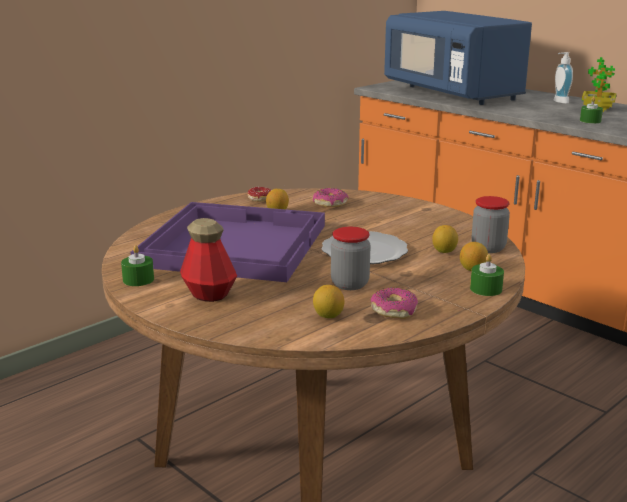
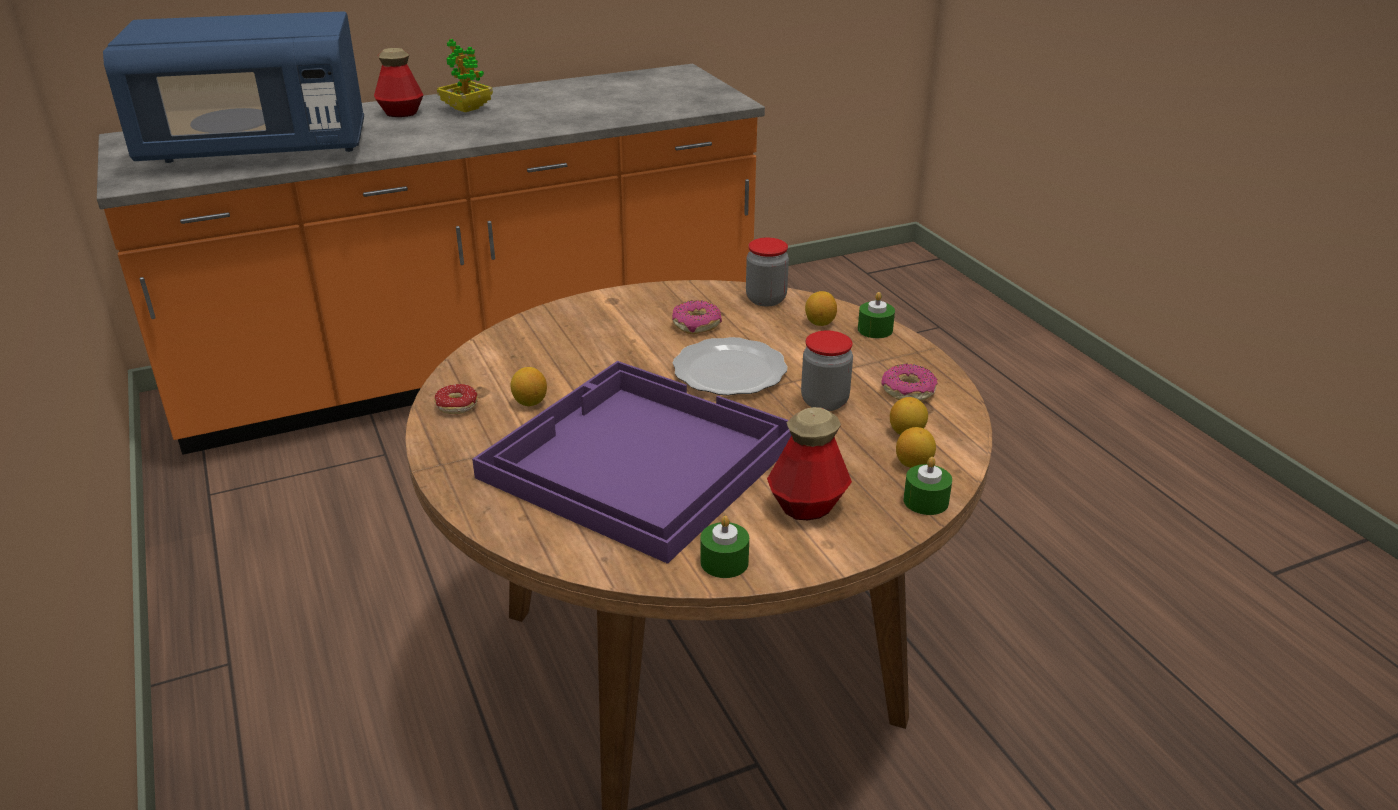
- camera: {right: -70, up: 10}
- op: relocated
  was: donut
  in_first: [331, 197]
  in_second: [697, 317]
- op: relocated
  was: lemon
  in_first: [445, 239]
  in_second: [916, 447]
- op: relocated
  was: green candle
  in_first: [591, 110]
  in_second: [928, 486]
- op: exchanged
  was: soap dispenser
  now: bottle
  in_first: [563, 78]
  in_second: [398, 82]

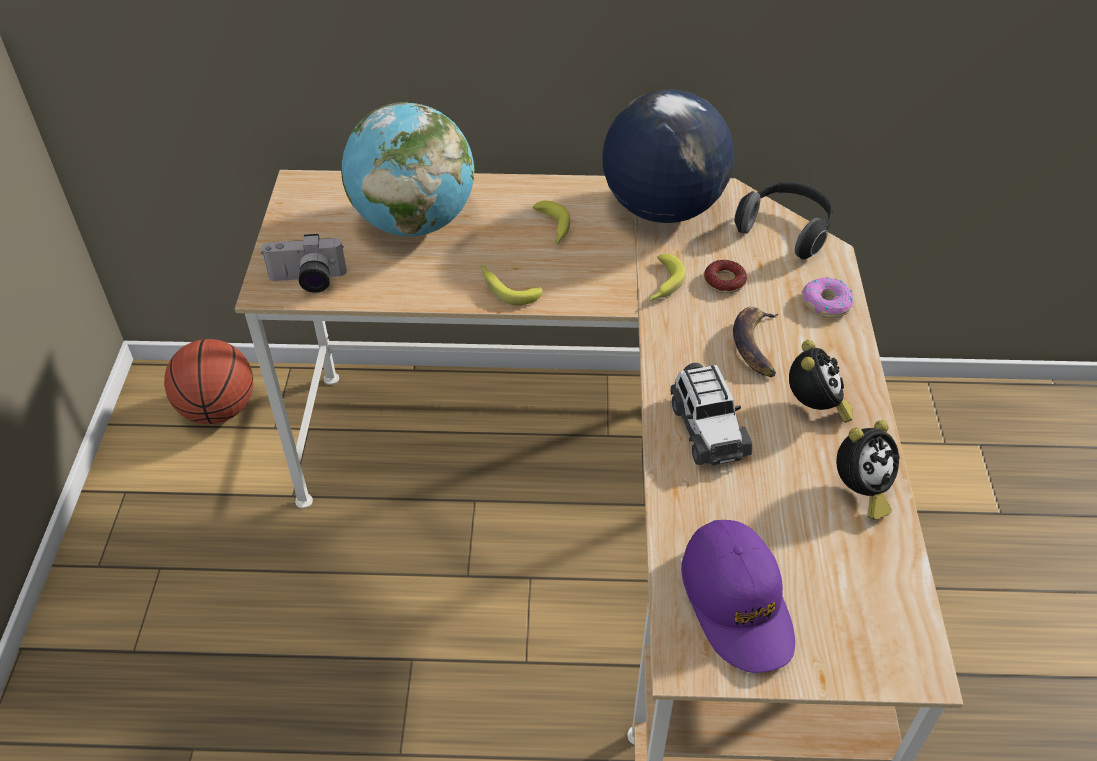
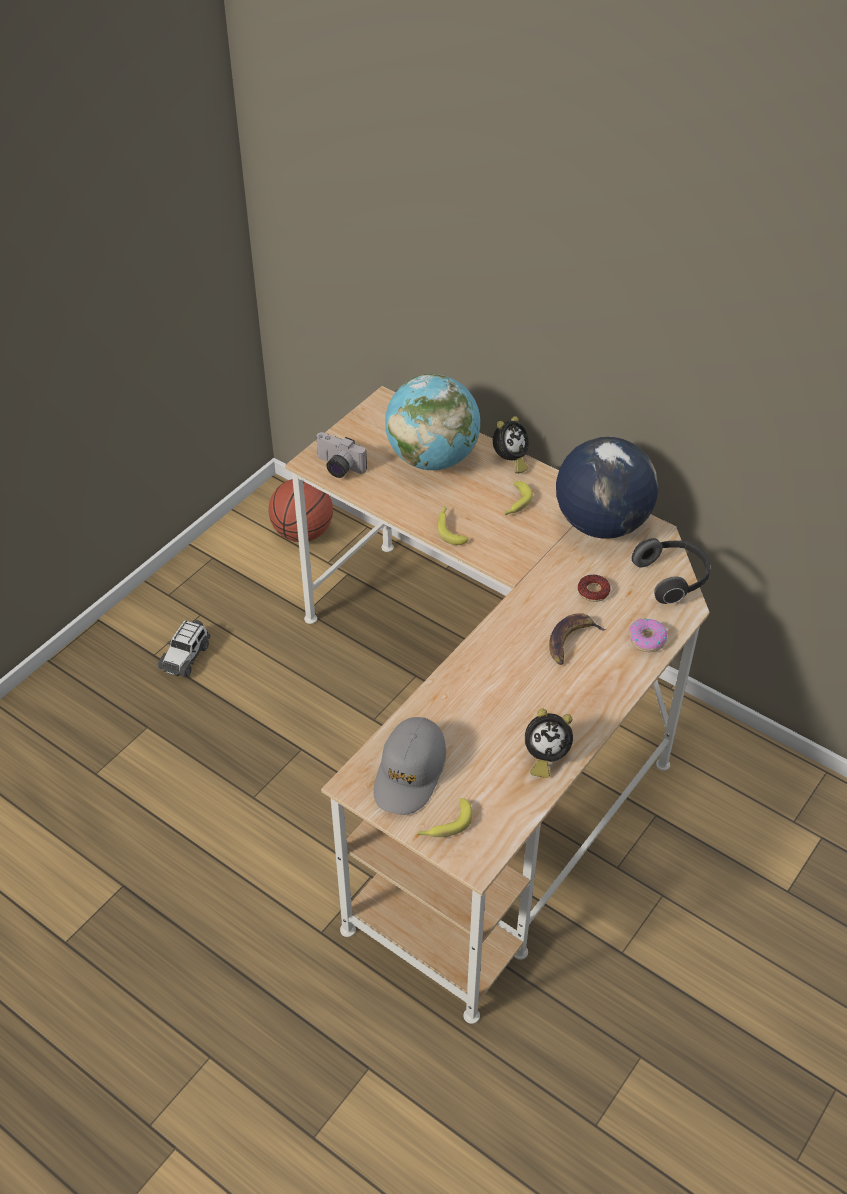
- camera: {right: 35, up: 0}
- op: relocated
  was: banana
  in_first: [668, 277]
  in_second: [444, 817]
- op: relocated
  was: toy car
  in_first: [711, 414]
  in_second: [184, 648]
- op: relocated
  was: alarm clock
  in_first: [821, 381]
  in_second: [511, 445]
- op: colour
  was: purple cap
  now: grey cap
  in_first: [738, 596]
  in_second: [409, 766]

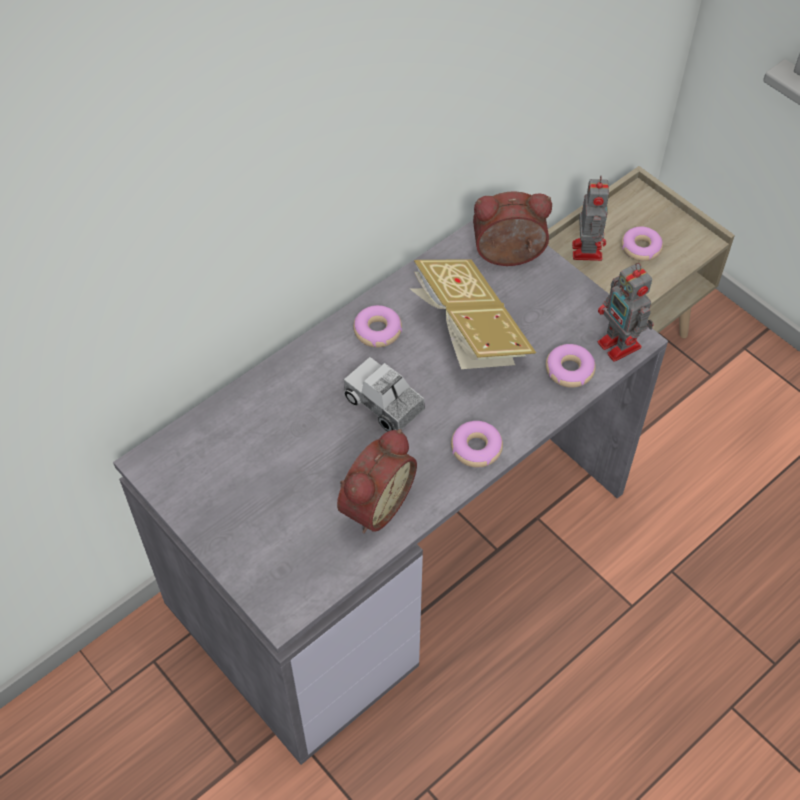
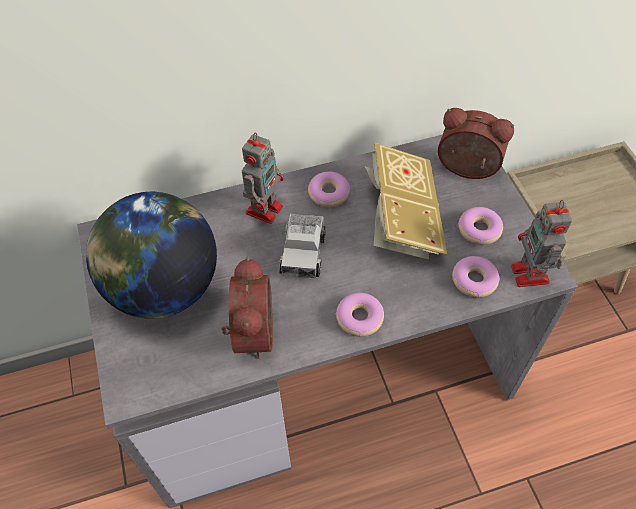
- camera: {right: 25, up: 0}
- op: appeared
  now: globe
  in_second: [151, 255]
- op: relocated
  was: toy robot
  in_first: [590, 218]
  in_second: [263, 178]
- op: relocated
  was: donut
  in_first: [642, 243]
  in_second: [480, 226]
- op: spun
  was: alarm clock
  in_first: [377, 481]
  in_second: [247, 308]
  clockwise: -60
- op: spun
  was: toy truck
  in_first: [384, 394]
  in_second: [302, 246]
  clockwise: -150

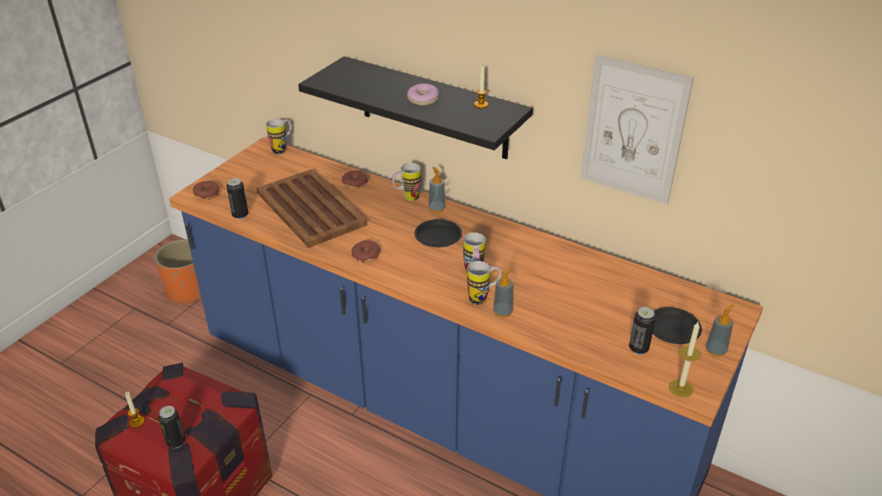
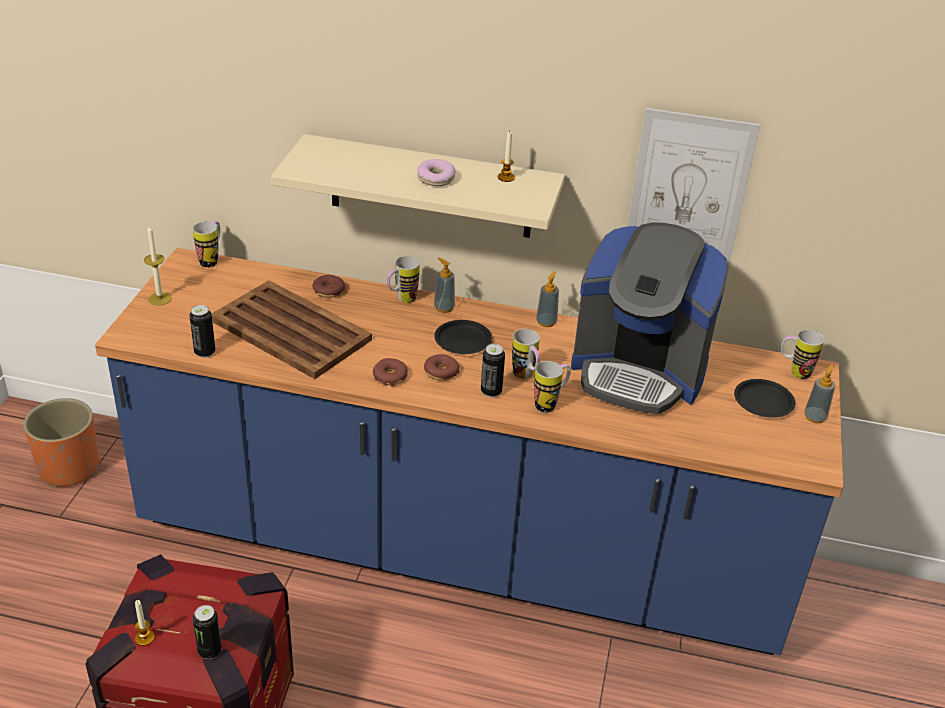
- camera: {right: -20, up: 0}
- op: appeared
  now: coffee machine
  in_second: [650, 318]
- op: appeared
  now: mug
  in_second: [802, 354]
- op: relocated
  was: donut
  in_first: [206, 190]
  in_second: [441, 367]
- op: relocated
  was: soap dispenser
  in_first: [503, 292]
  in_second: [547, 299]
- op: relocated
  was: can
  in_first: [642, 331]
  in_second: [493, 370]
- op: relocated
  was: candle
  in_first: [685, 360]
  in_second: [158, 265]
- op: colour
  was: black shelf
  now: beige shelf
  in_first: [415, 107]
  in_second: [418, 186]

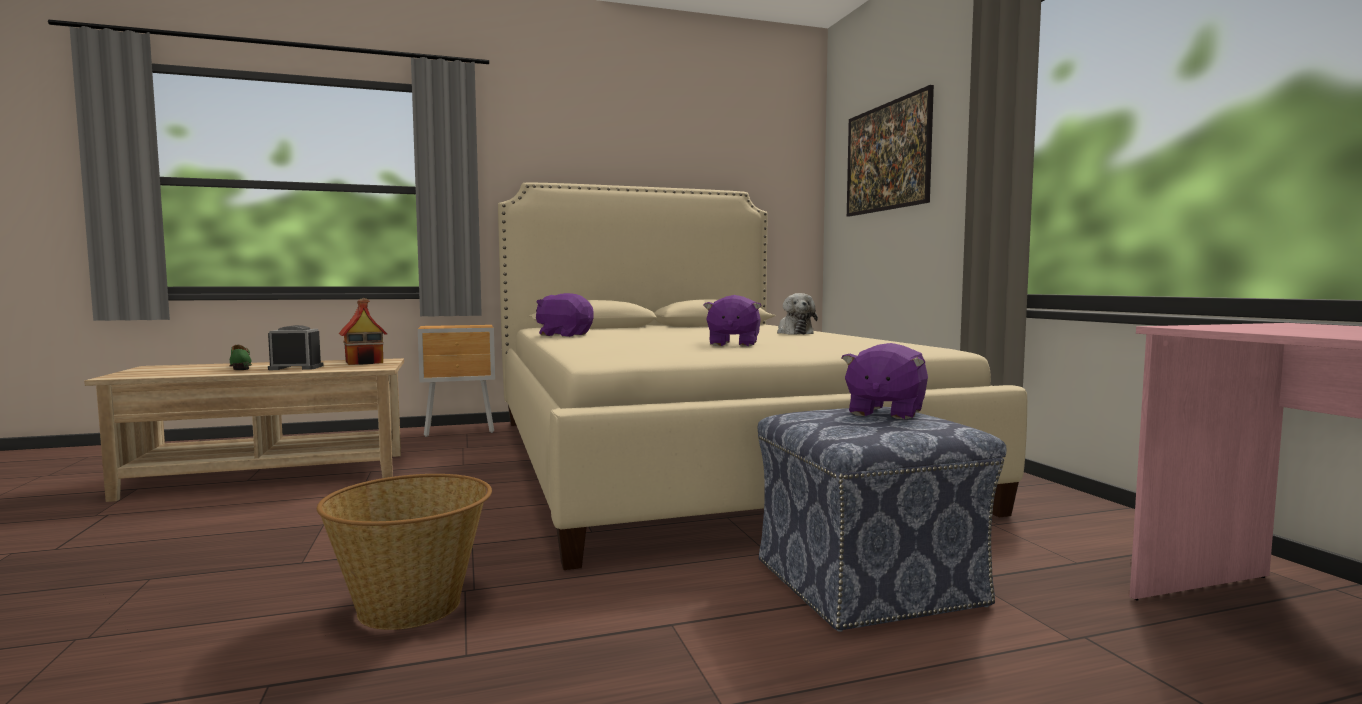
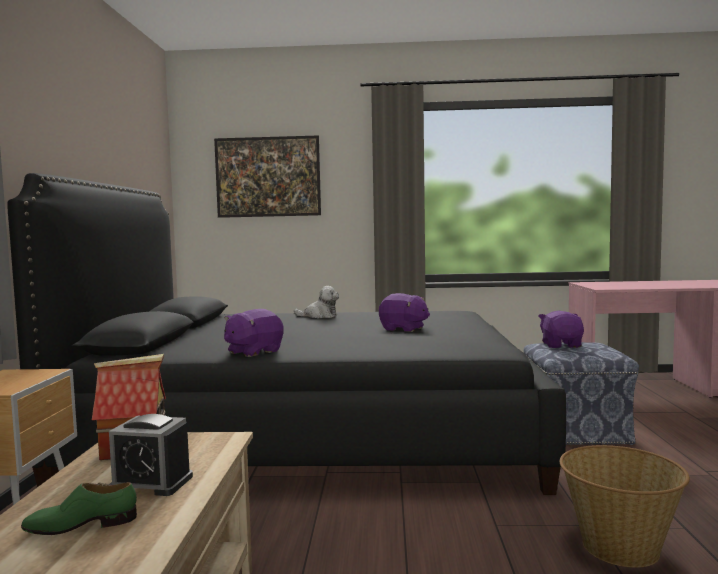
- camera: {right: -70, up: 0}
- op: colour
  was: beige bed
  now: black bed
  in_first: [762, 376]
  in_second: [286, 334]
- op: spun
  was: alarm clock
  in_first: [295, 347]
  in_second: [151, 455]
  clockwise: -90
- op: spun
  was: purple plush toy
  in_first: [885, 381]
  in_second: [561, 329]
  clockwise: -135

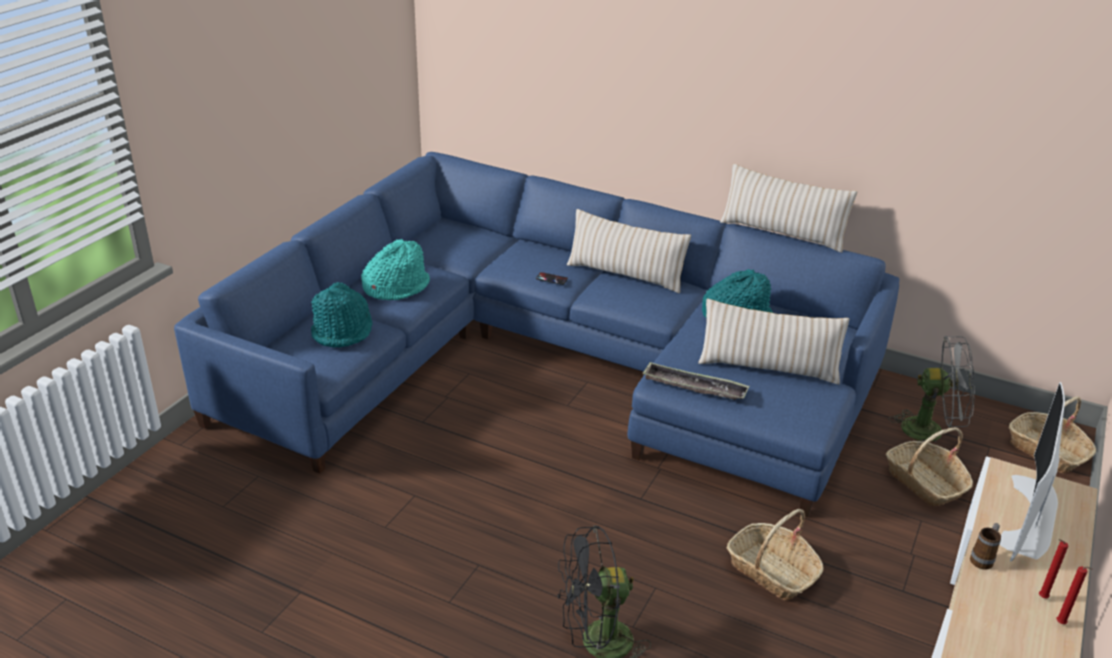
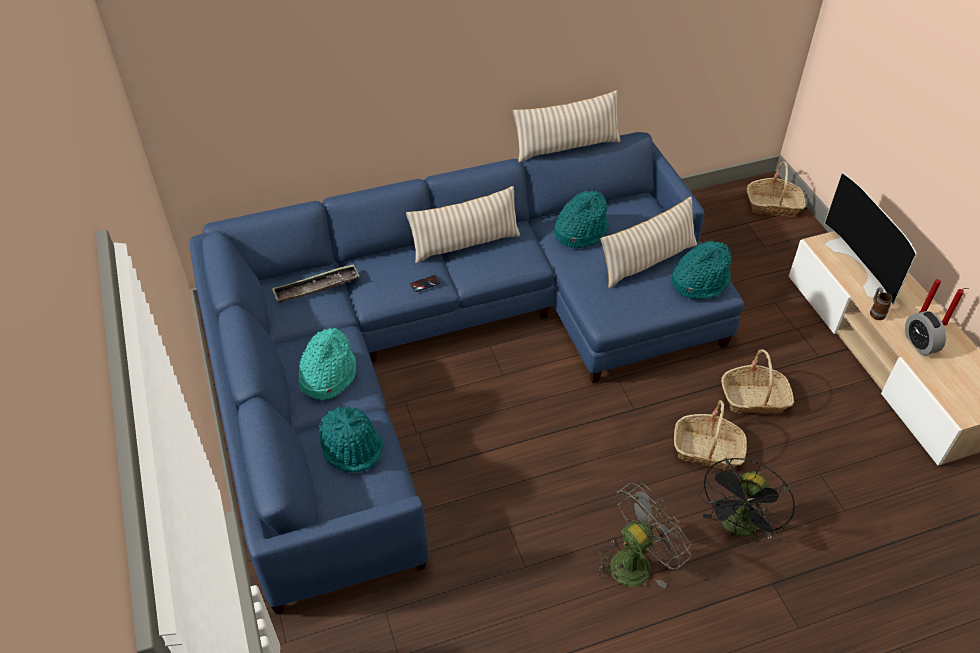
- camera: {right: -45, up: 15}
- op: appeared
  now: turquoise hat
  in_second: [701, 270]
- op: appeared
  now: alarm clock
  in_second: [925, 333]
- op: relocated
  was: tray
  in_first: [696, 381]
  in_second: [315, 283]
- op: relocated
  was: basket
  in_first: [929, 467]
  in_second: [710, 435]
- op: relocated
  was: grey fan
  in_first: [931, 389]
  in_second: [644, 535]

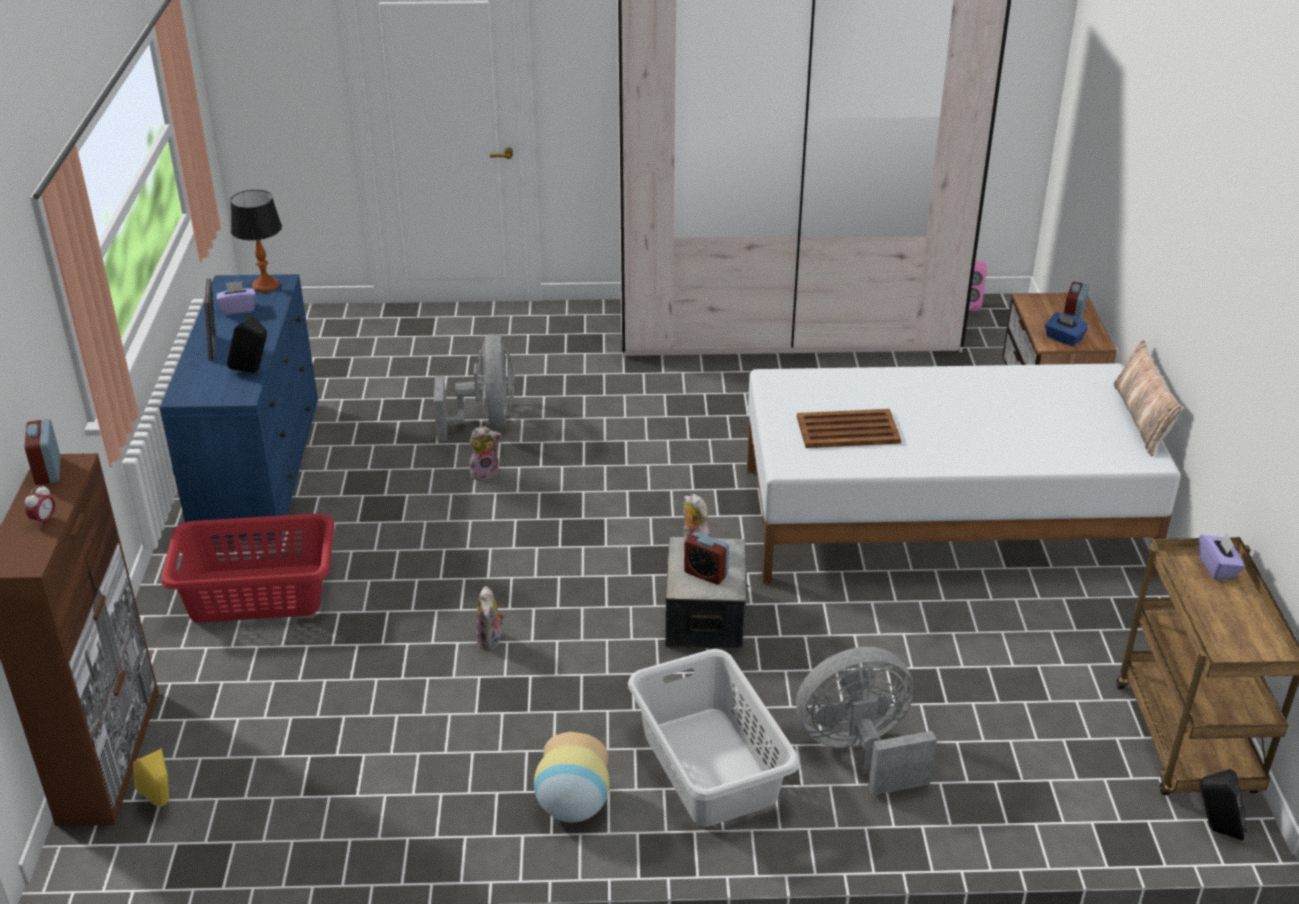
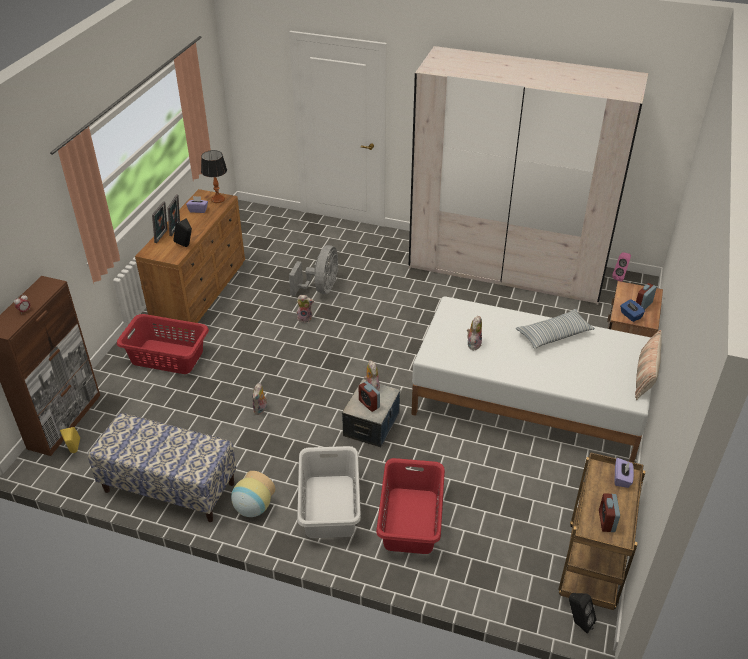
- camera: {right: 20, up: 5}
- op: appeared
  now: bench
  in_second: [162, 467]
- op: appeared
  now: picture frame
  in_second: [160, 222]
- op: appeared
  now: pillow
  in_second: [555, 329]
- op: relocated
  was: alarm clock
  in_first: [42, 452]
  in_second: [609, 512]
- op: exchanged
  was: grey fan
  now: red laundry basket
  in_first: [866, 721]
  in_second: [410, 506]
- op: exchanged
  was: brown tray
  now: plush toy
  in_first: [849, 428]
  in_second: [474, 333]
- op: colour
  was: blue dresser
  now: brown dresser
  in_first: [239, 407]
  in_second: [190, 260]

